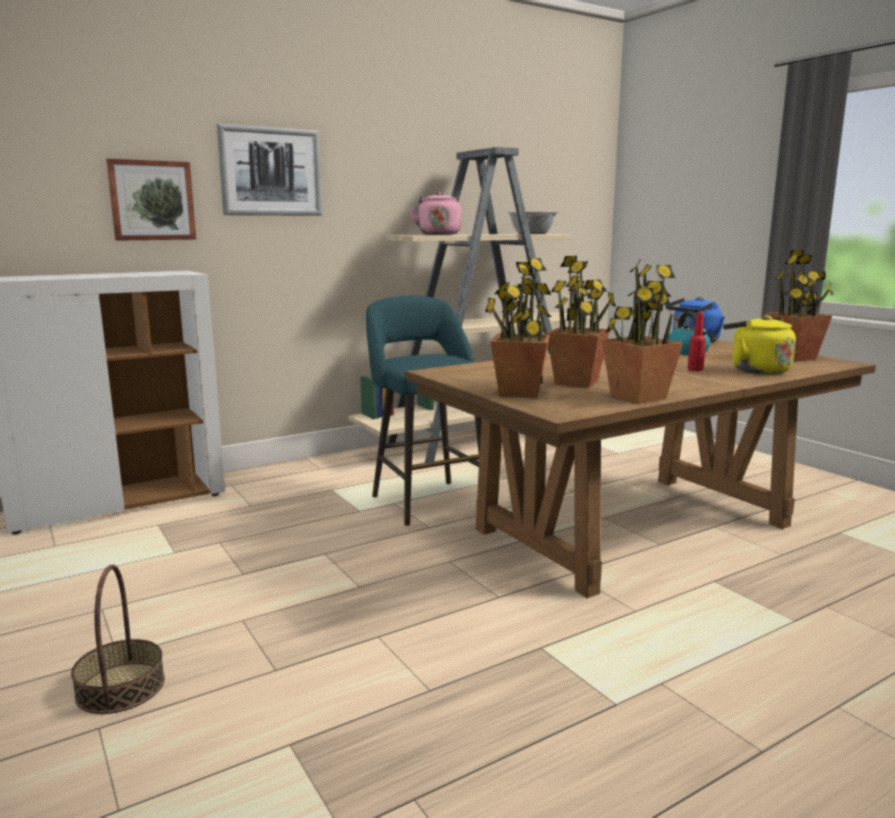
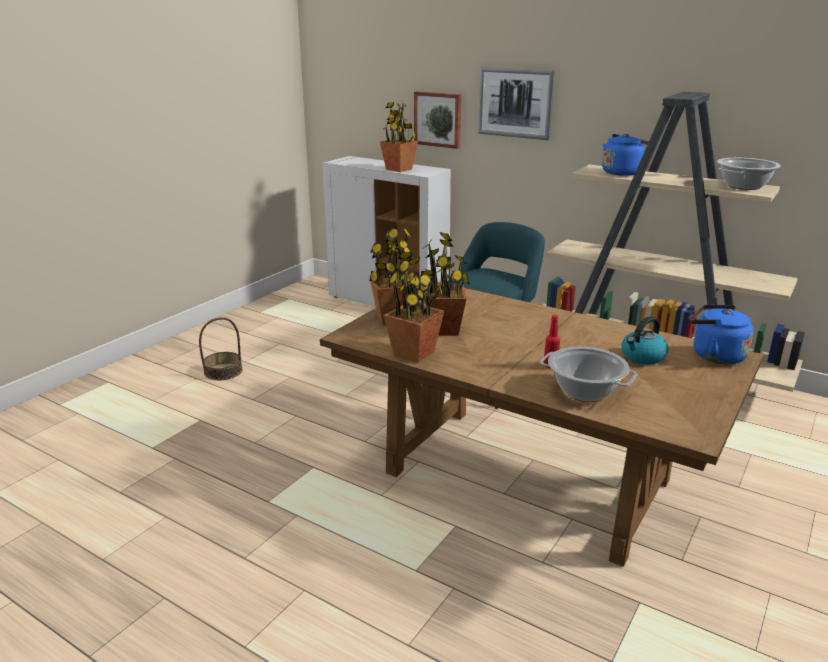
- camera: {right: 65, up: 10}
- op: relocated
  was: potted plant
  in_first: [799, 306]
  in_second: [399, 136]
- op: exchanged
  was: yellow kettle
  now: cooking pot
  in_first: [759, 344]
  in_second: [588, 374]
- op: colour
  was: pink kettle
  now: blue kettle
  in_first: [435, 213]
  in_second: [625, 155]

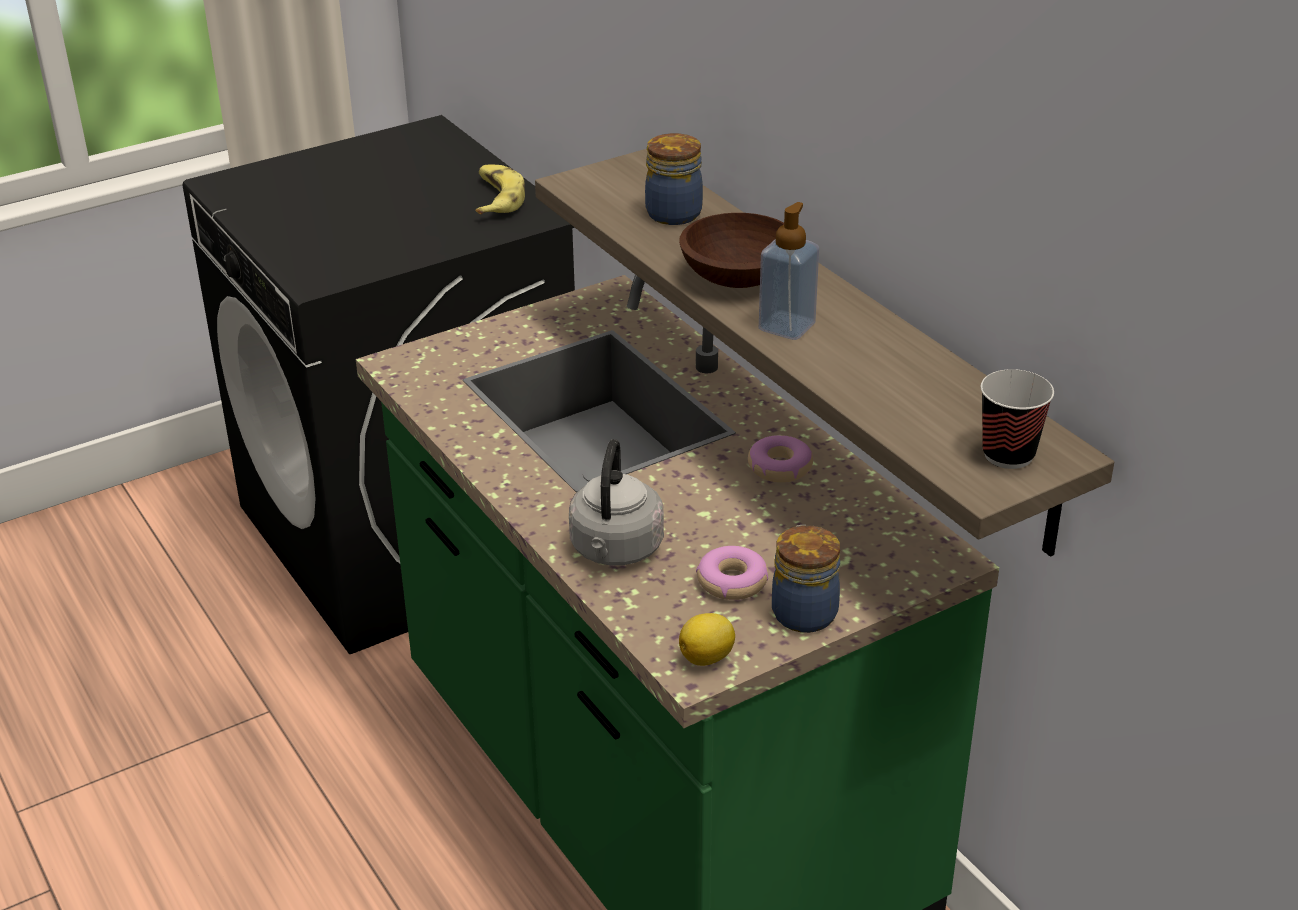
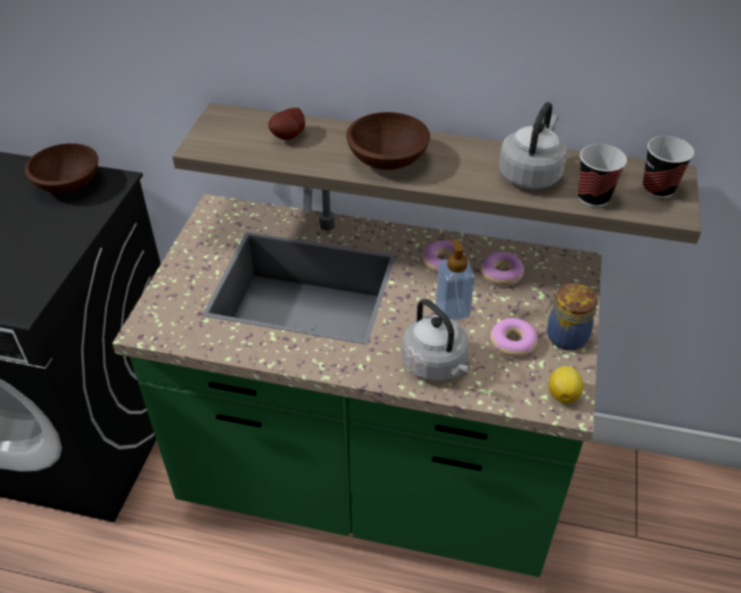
- camera: {right: -45, up: 10}
- op: appeared
  now: donut
  in_second: [502, 269]
- op: appeared
  now: grey kettle
  in_second: [533, 145]
- op: appeared
  now: cup
  in_second: [602, 175]
- op: relocated
  was: soap dispenser
  in_first: [789, 271]
  in_second: [455, 280]
- op: exchanged
  was: banana
  now: brown bowl
  in_first: [500, 189]
  in_second: [61, 168]
- op: exchanged
  was: jar
  now: potato
  in_first: [674, 179]
  in_second: [286, 124]

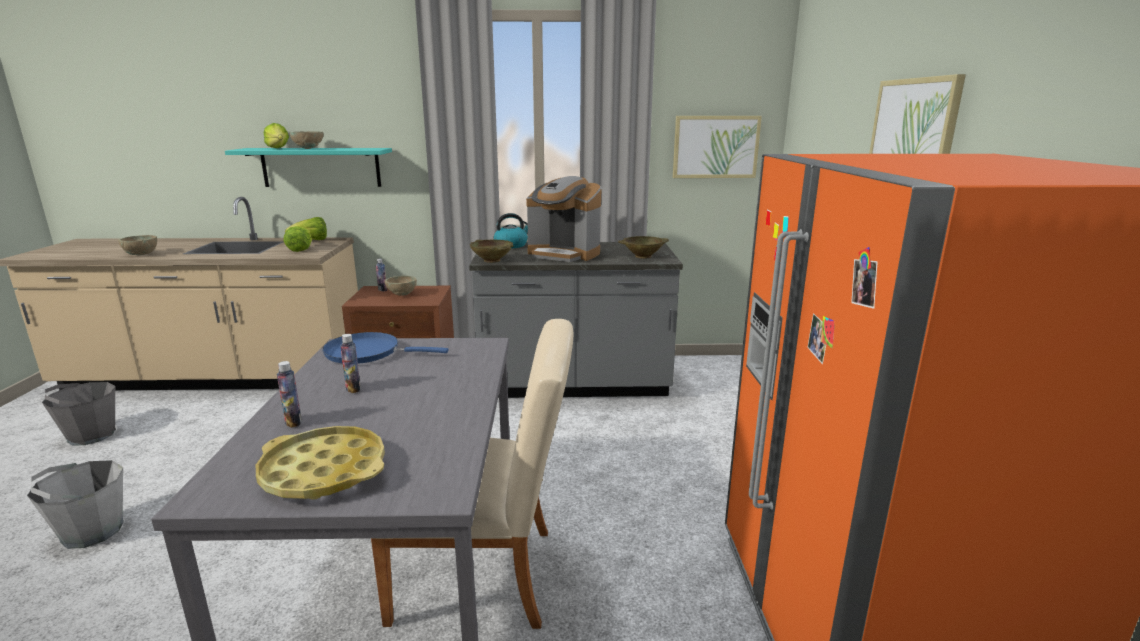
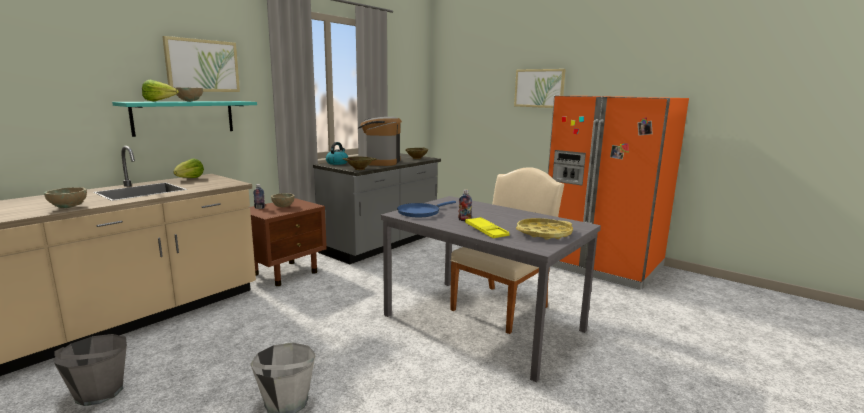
- camera: {right: -50, up: -5}
- op: missing
  was: lettuce
  in_first: [297, 239]
- op: relocated
  was: picture
  in_first: [717, 147]
  in_second: [201, 64]
- op: exchanged
  was: bottle
  now: yellow tray
  in_first: [289, 394]
  in_second: [487, 227]
- op: spun
  was: coffee machine
  in_first: [563, 219]
  in_second: [380, 141]
  clockwise: 120

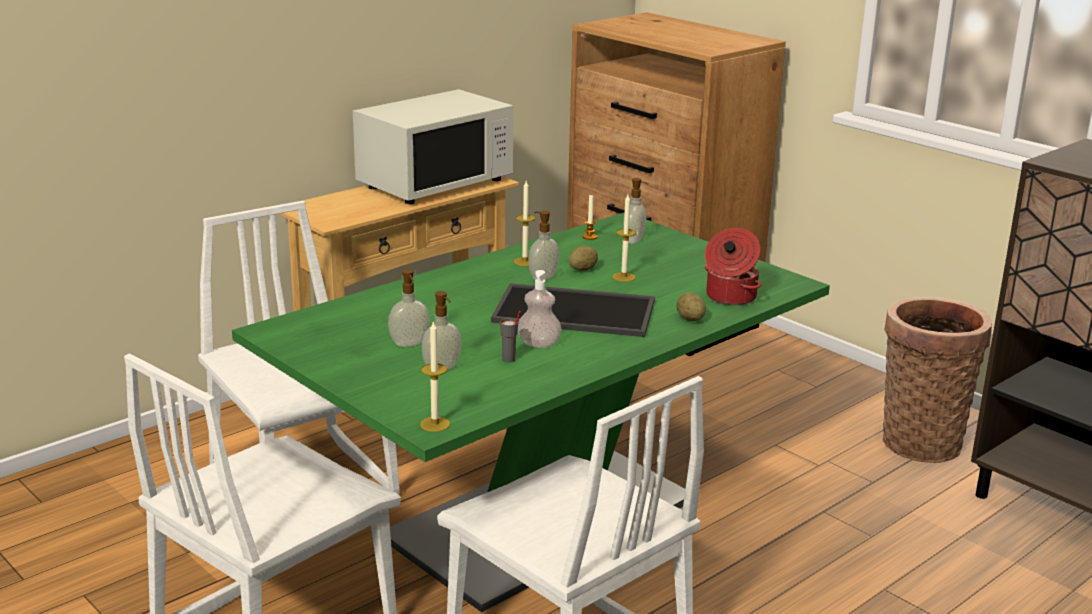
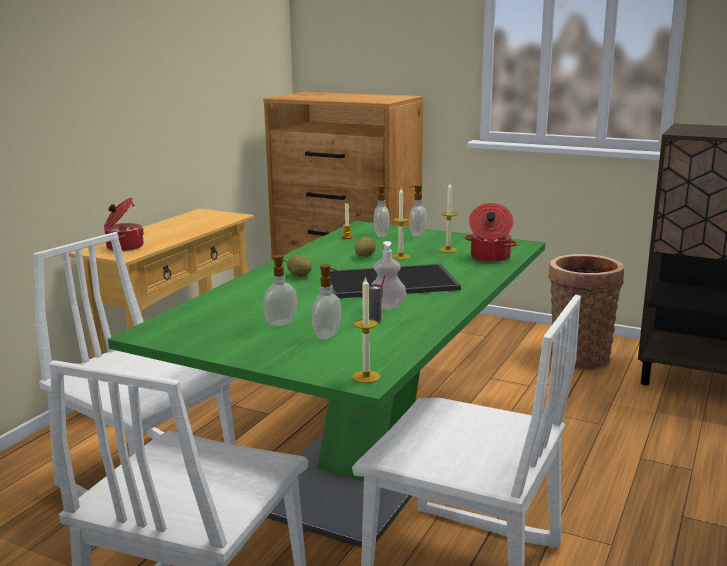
- camera: {right: -20, up: -5}
- op: missing
  was: white microwave
  in_first: [433, 146]
- op: appeared
  now: cooking pot
  in_second: [124, 224]
- op: relocated
  was: candle
  in_first: [525, 223]
  in_second: [448, 218]
- op: relocated
  was: soap dispenser
  in_first: [544, 245]
  in_second: [418, 211]
- op: relocated
  was: potato
  in_first: [691, 306]
  in_second: [299, 265]

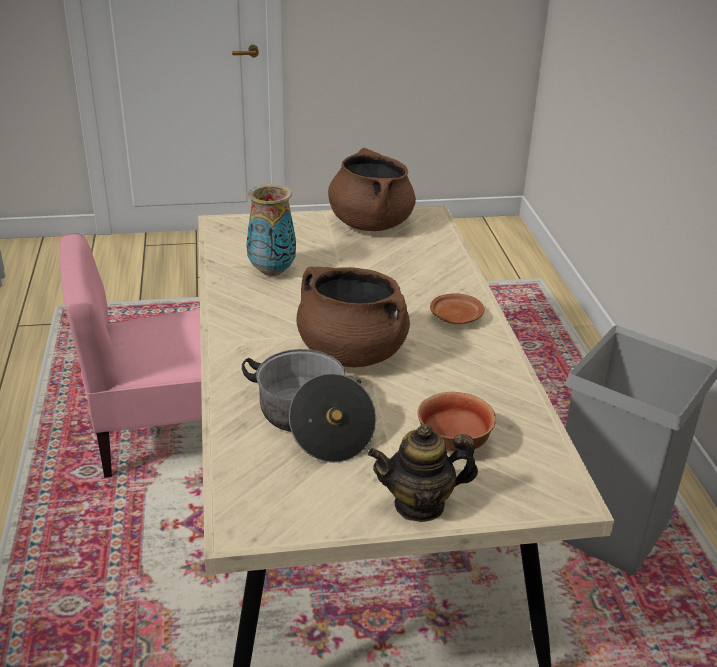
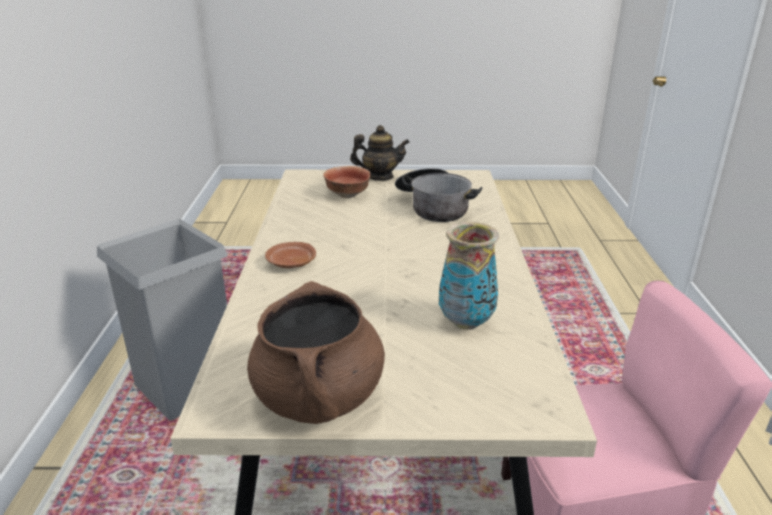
- camera: {right: -170, up: -5}
- op: missing
  was: brown cooking pot
  in_first: [353, 317]

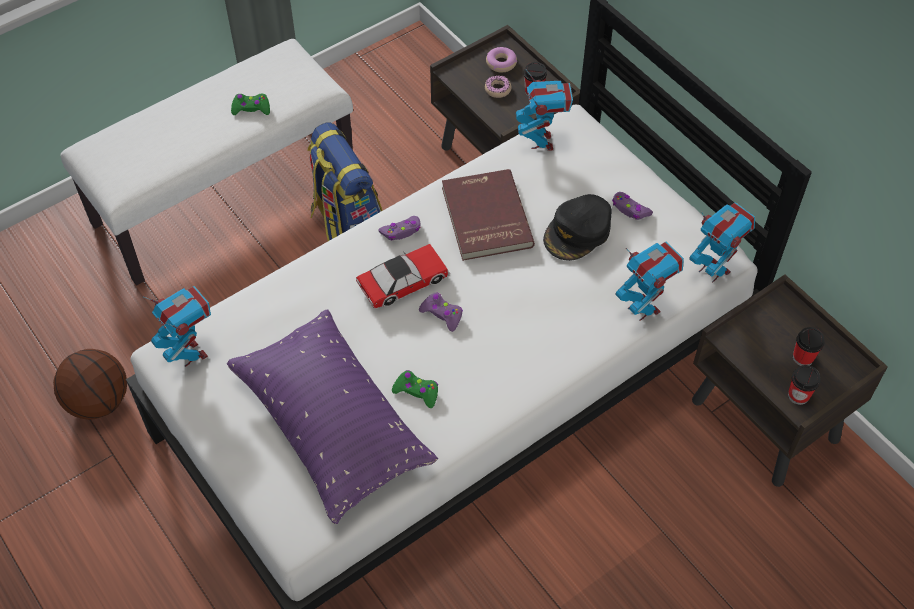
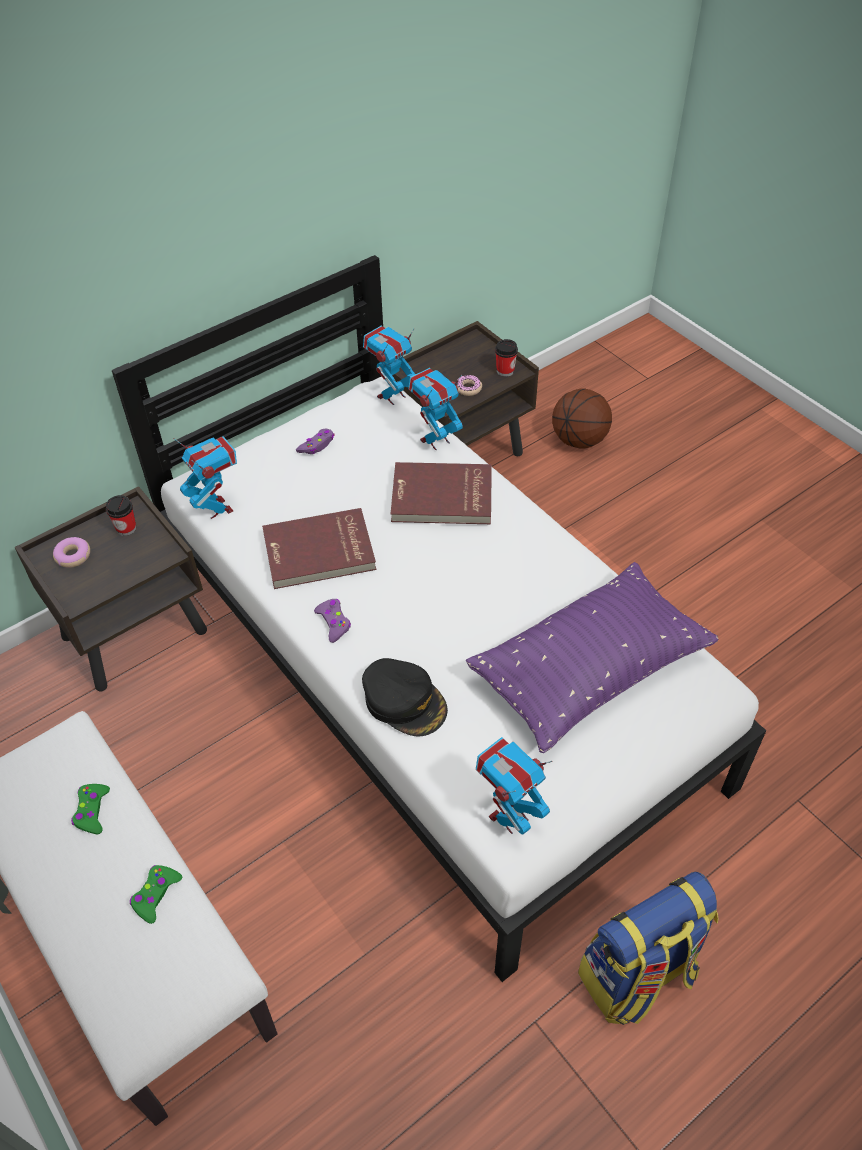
- camera: {right: -90, up: -5}
- op: missing
  was: toy car
  in_first: [403, 276]
- op: missing
  was: purple game controller
  in_first: [441, 312]
- op: missing
  was: cup
  in_first: [809, 346]
- op: appeared
  now: red book
  in_second: [441, 493]
- op: relocated
  was: basketball
  in_first: [90, 384]
  in_second: [582, 419]
- op: relocated
  was: backpack
  in_first: [344, 181]
  in_second: [648, 948]
- op: relocated
  was: green game controller
  in_first: [415, 389]
  in_second: [156, 894]
- op: relocated
  was: donut
  in_first: [498, 86]
  in_second: [469, 385]
- op: relocated
  was: black cap
  in_first: [577, 227]
  in_second: [405, 697]
- op: spun
  was: toy robot
  in_first: [544, 110]
  in_second: [205, 477]
  clockwise: 60

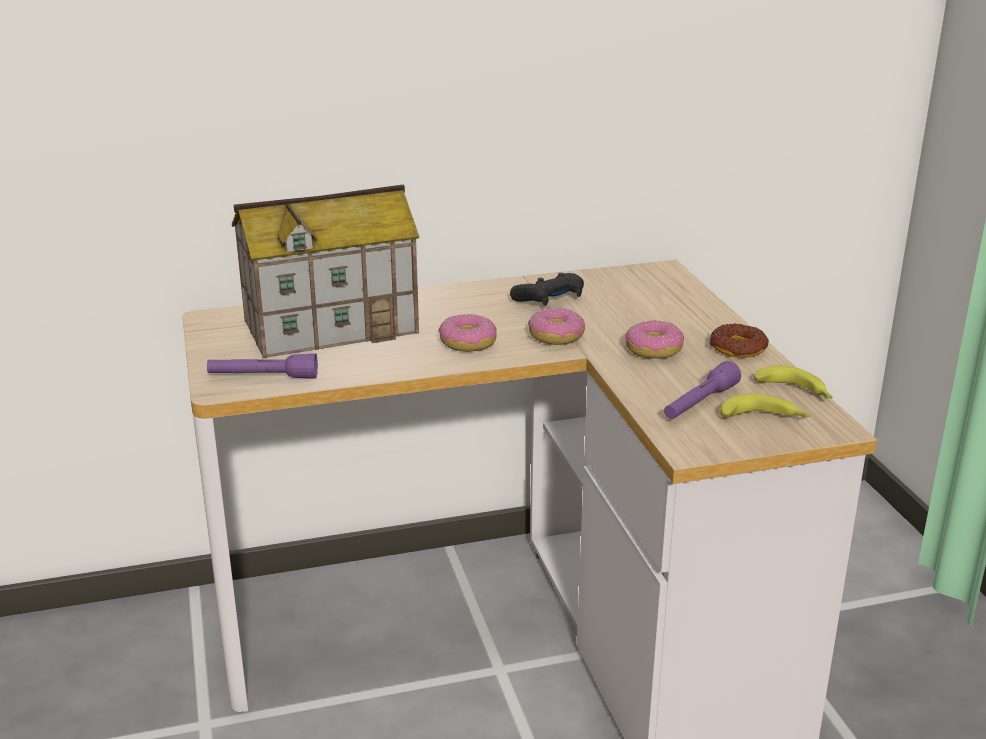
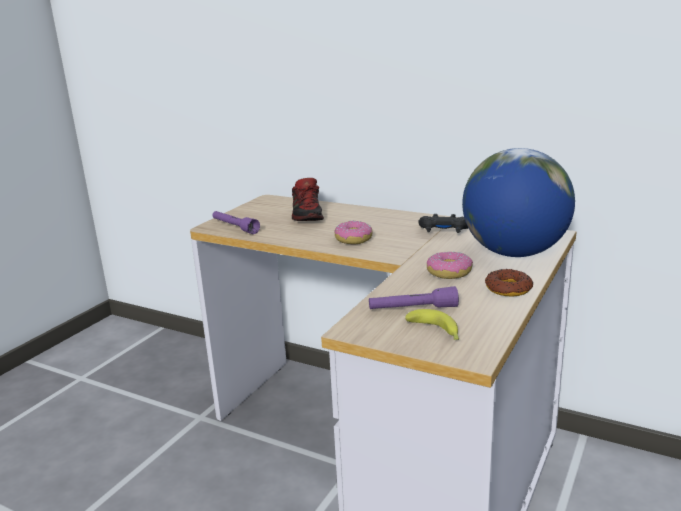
- camera: {right: 45, up: -5}
- op: missing
  was: donut
  in_first: [556, 326]
- op: missing
  was: banana
  in_first: [793, 382]
- op: appeared
  now: globe
  in_second: [518, 202]
- op: exchanged
  was: toy house
  now: shoe
  in_first: [325, 271]
  in_second: [308, 199]

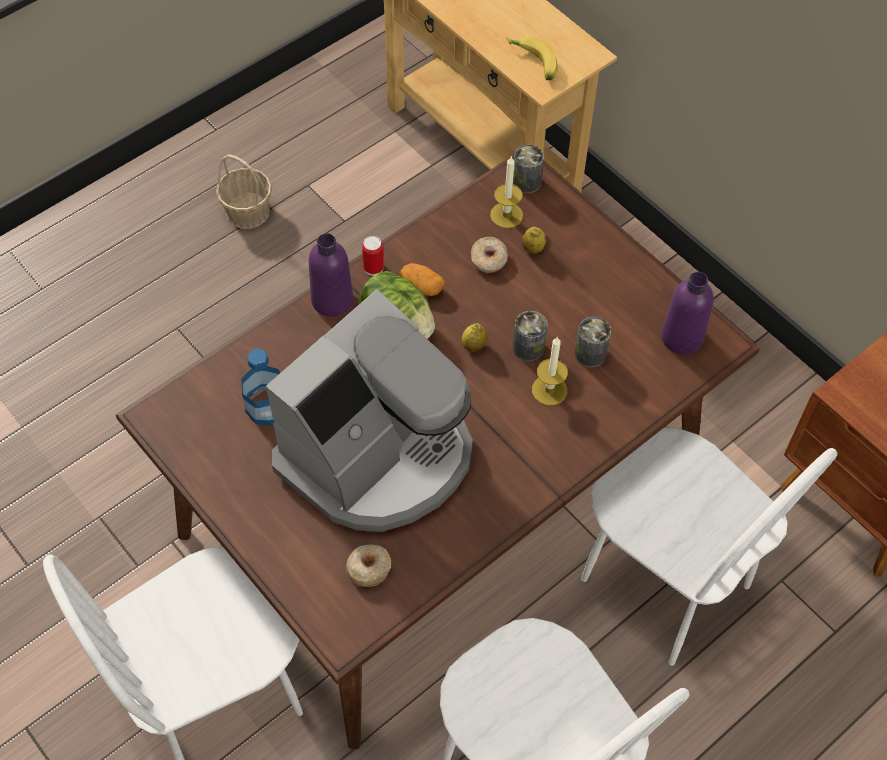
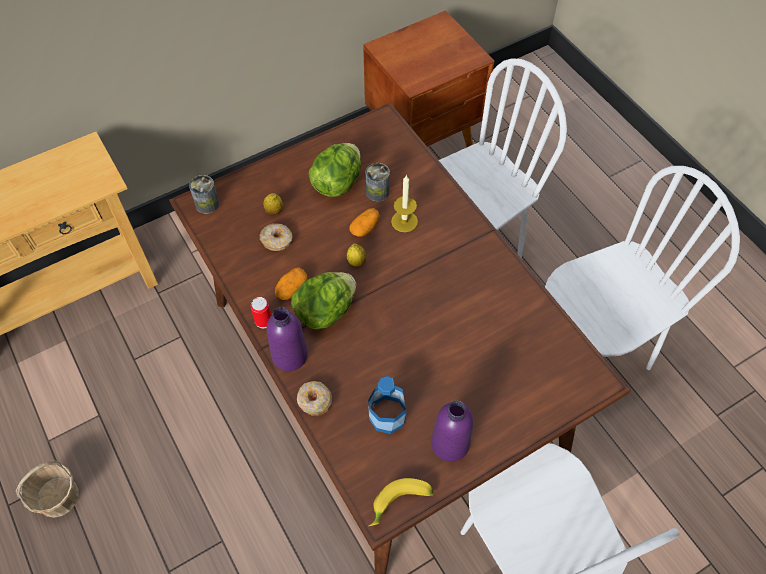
- camera: {right: -80, up: 0}
- op: missing
  was: coffee machine
  in_first: [369, 411]
- op: missing
  was: candle
  in_first: [506, 192]
- op: appeared
  now: lettuce
  in_second: [334, 170]
- op: relocated
  was: donut
  in_first: [368, 566]
  in_second: [314, 398]
- op: relocated
  was: banana
  in_first: [532, 58]
  in_second: [401, 502]
- op: relocated
  was: purple bottle
  in_first: [687, 313]
  in_second: [452, 431]
- op: exchanged
  was: can
  now: potato
  in_first: [530, 336]
  in_second: [364, 222]

